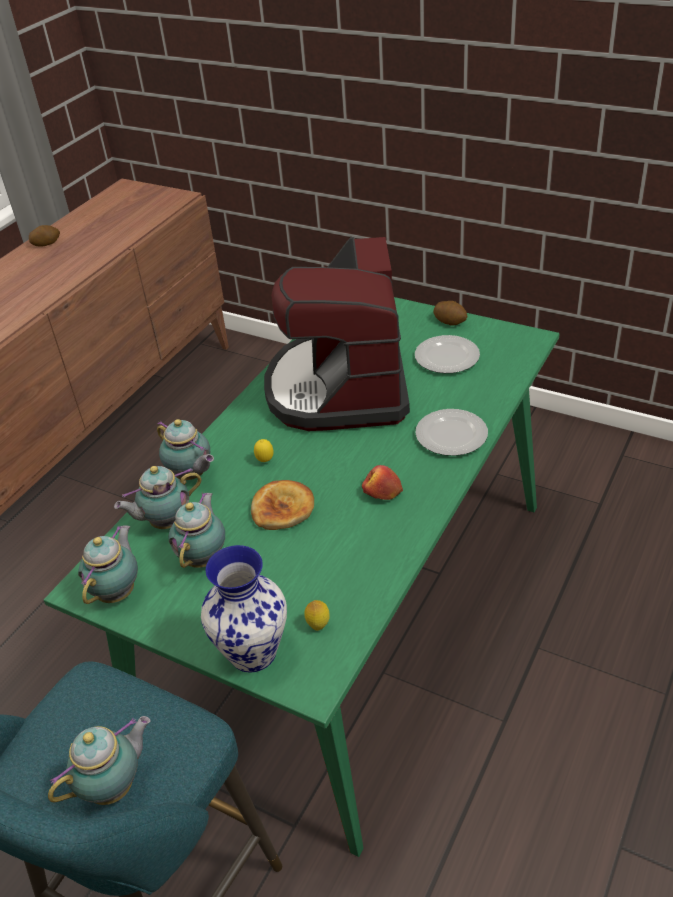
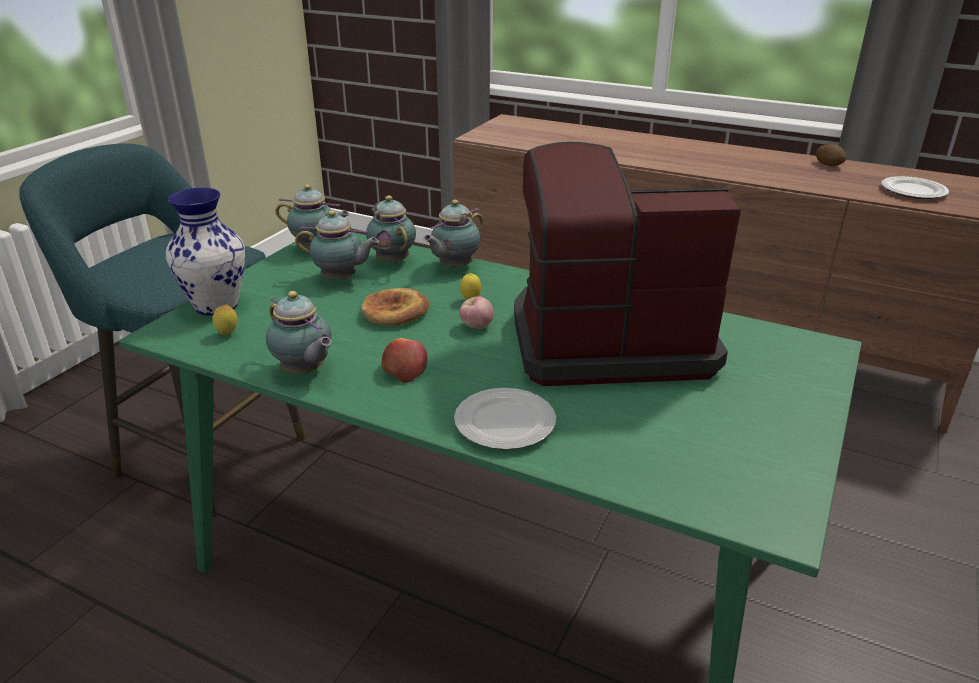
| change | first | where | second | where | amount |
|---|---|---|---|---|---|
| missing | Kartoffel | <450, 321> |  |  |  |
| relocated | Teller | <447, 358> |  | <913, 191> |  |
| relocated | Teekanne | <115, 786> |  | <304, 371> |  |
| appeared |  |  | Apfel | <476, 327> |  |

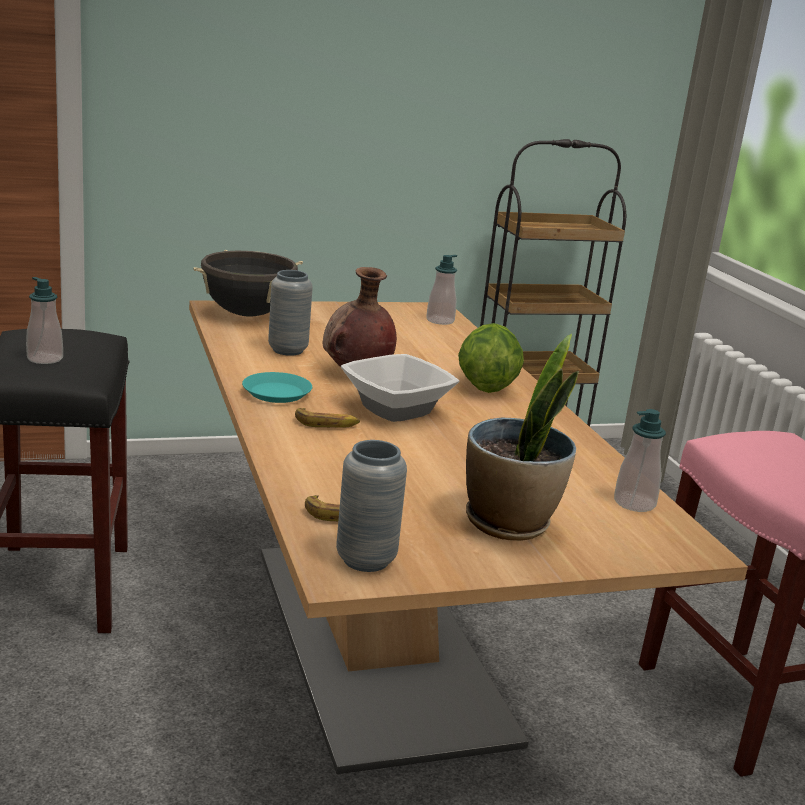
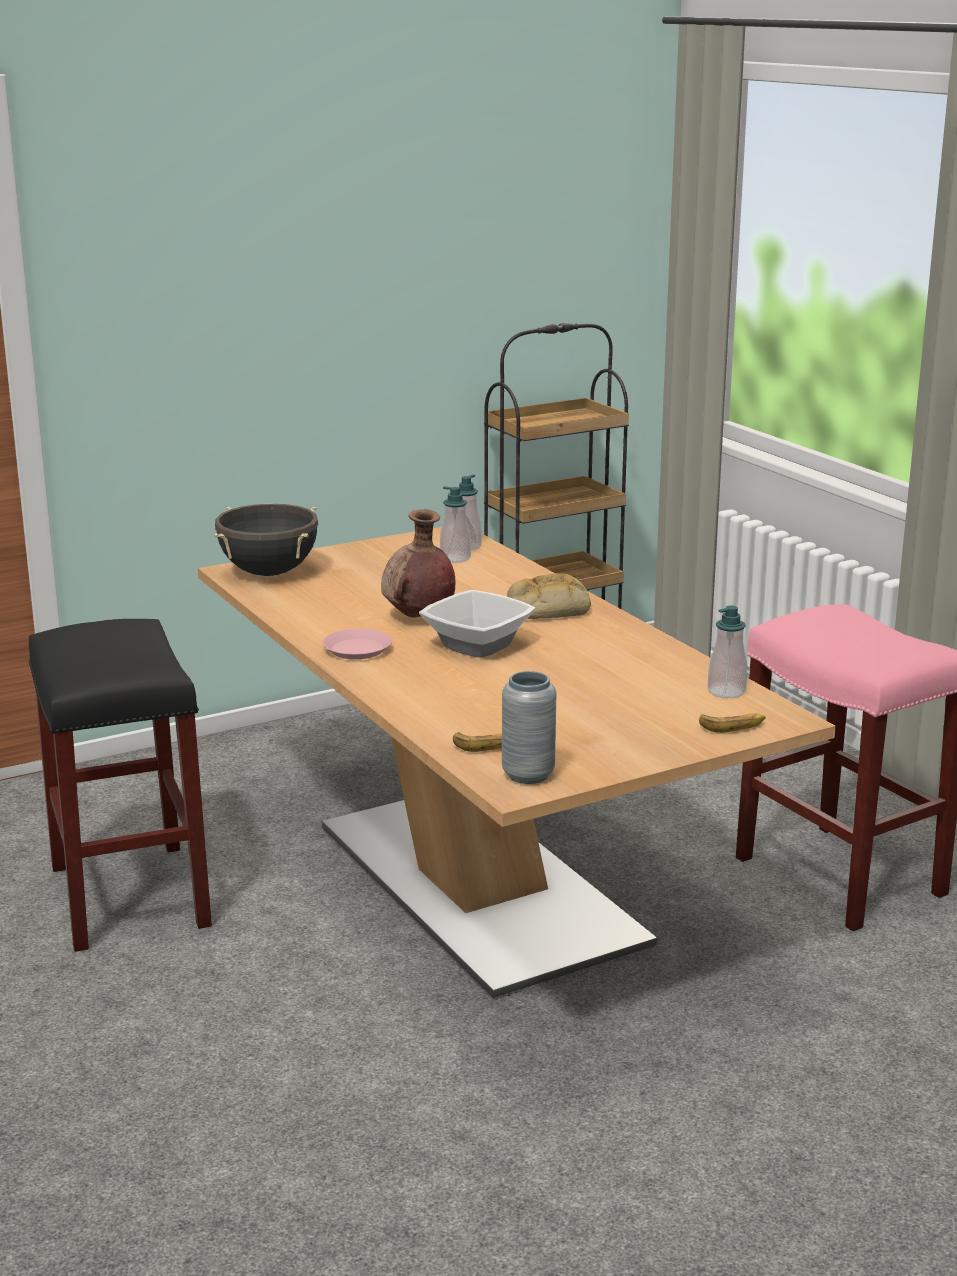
| change | first | where | second | where | amount |
|---|---|---|---|---|---|
| missing | Vase (grau) | <288, 350> |  |  |  |
| relocated | Seifenspender | <45, 359> |  | <455, 558> |  |
| exchanged | Salatkopf | <485, 386> | Brot | <547, 608> |  |
| missing | Topfpflanze | <509, 523> |  |  |  |
| colour | Teller (türkis) | <276, 393> | Teller (rosa) | <357, 649> |  |
| relocated | Banane | <326, 423> |  | <732, 726> |  |

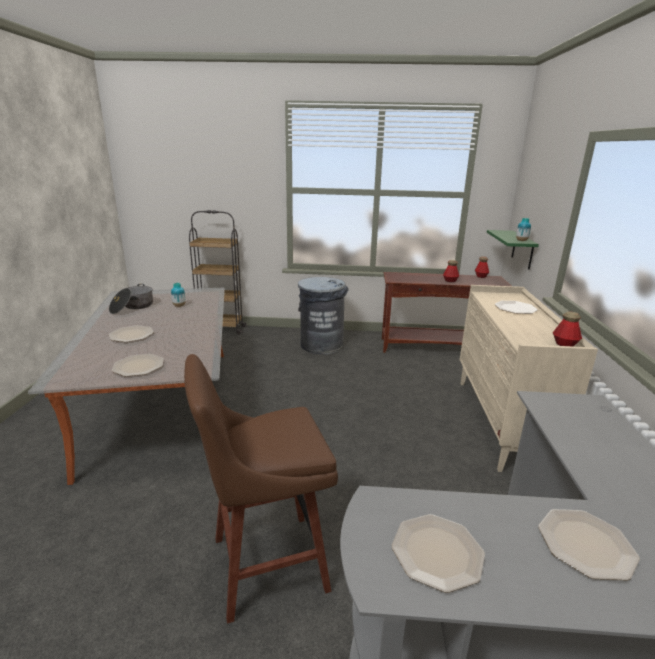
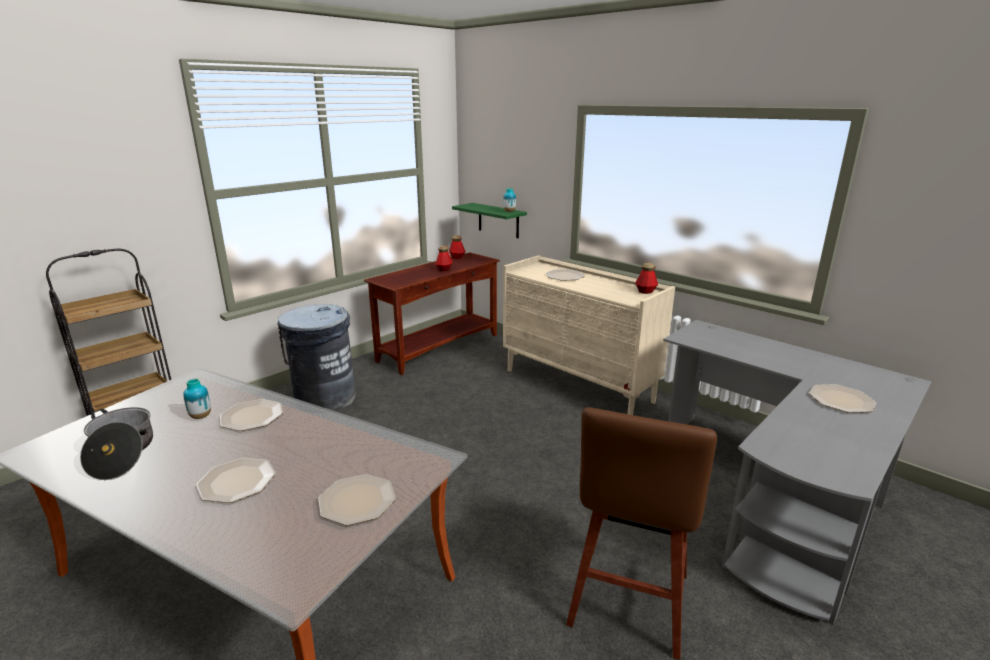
| change | first | where | second | where | amount |
|---|---|---|---|---|---|
| relocated | Teller | <436, 552> |  | <251, 416> |  |

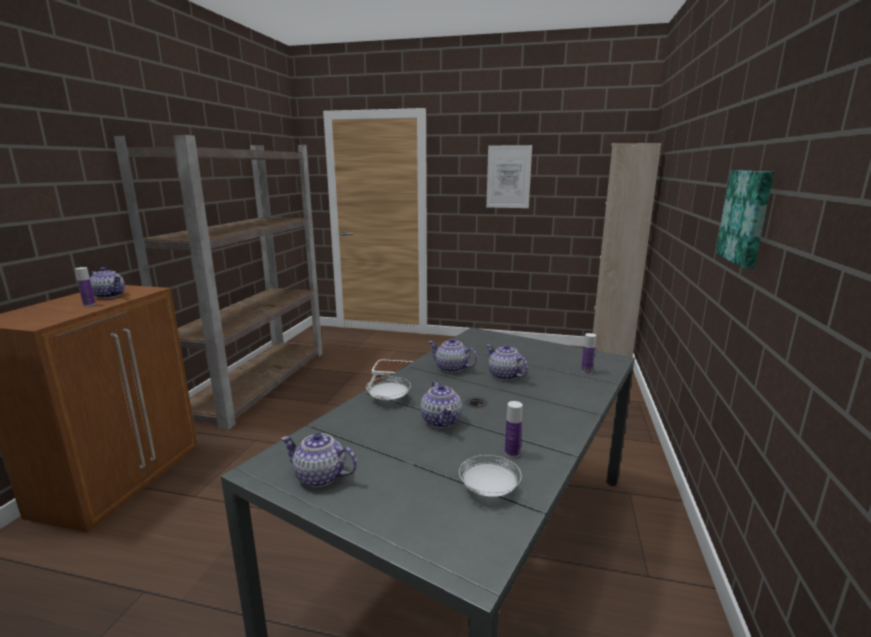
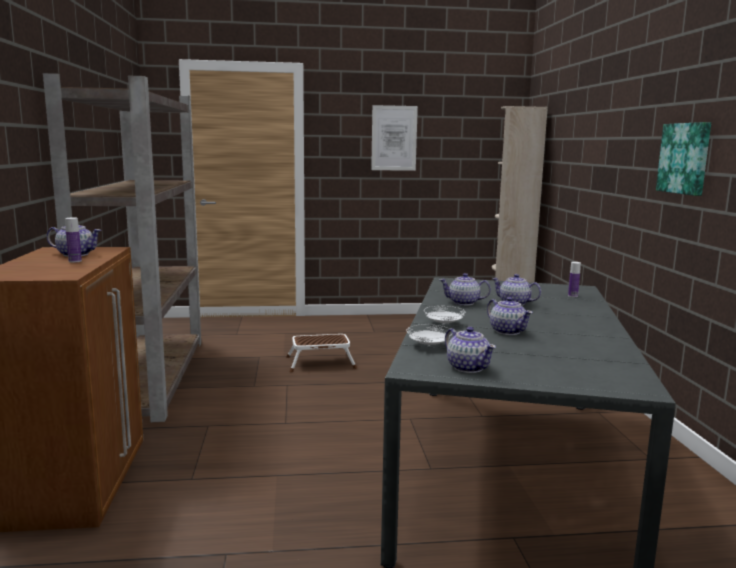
| change | first | where | second | where | amount |
|---|---|---|---|---|---|
| missing | Flasche | <512, 453> |  |  |  |
| spun | Teekanne | <320, 477> |  | <468, 367> | 120 degrees counterclockwise |
| relocated | Teller (weiß) | <489, 490> |  | <429, 345> |  |

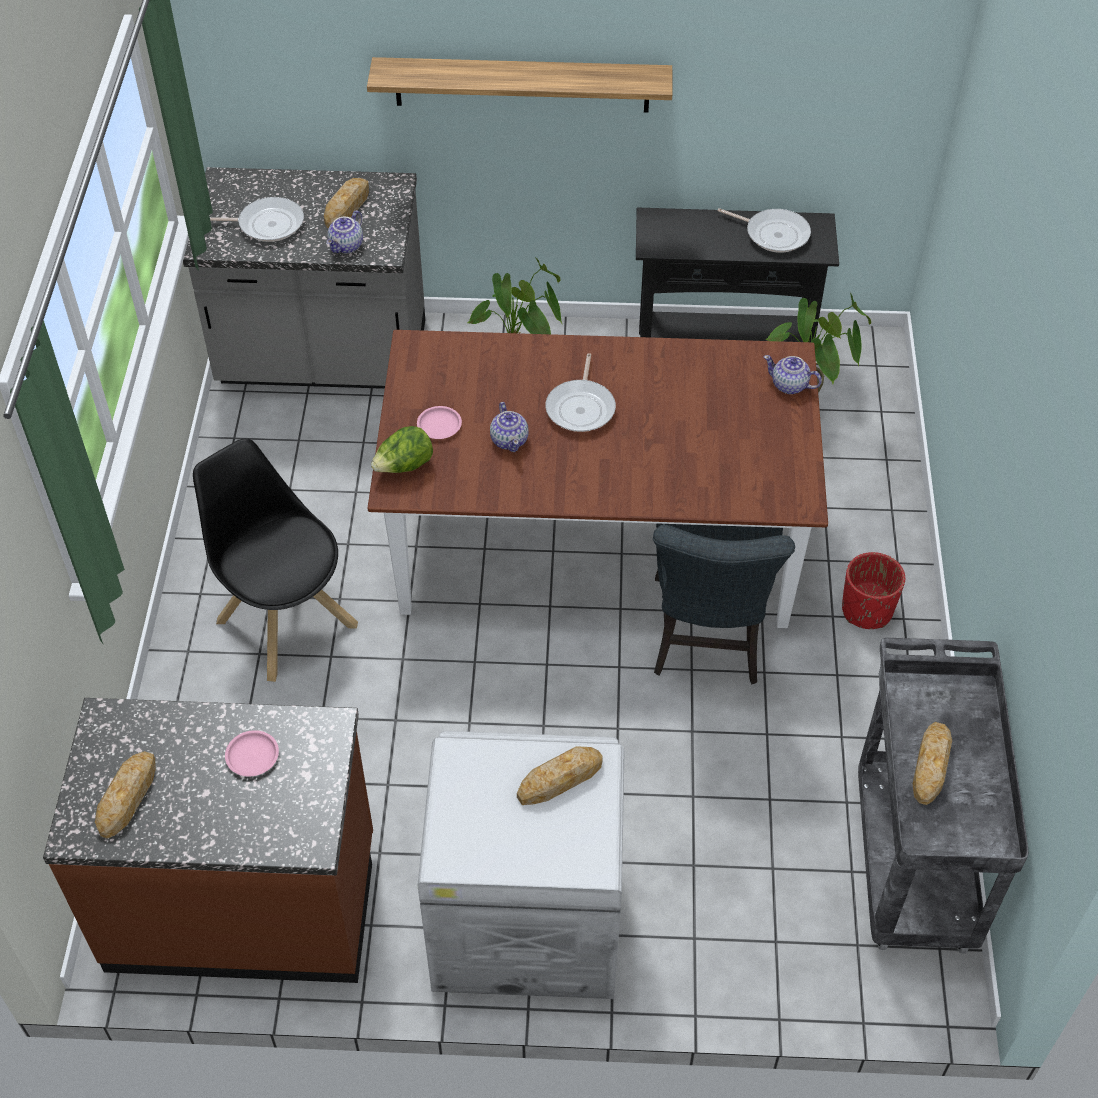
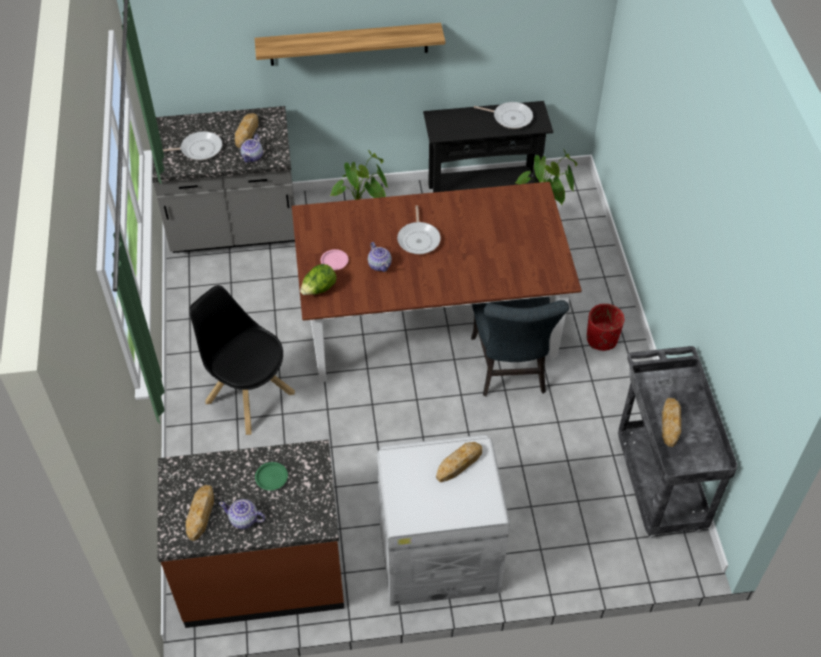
| change | first | where | second | where | amount |
|---|---|---|---|---|---|
| relocated | Teekanne | <790, 385> |  | <244, 519> |  |
| colour | Teller (rosa) | <252, 756> | Teller (grün) | <271, 478> |  |

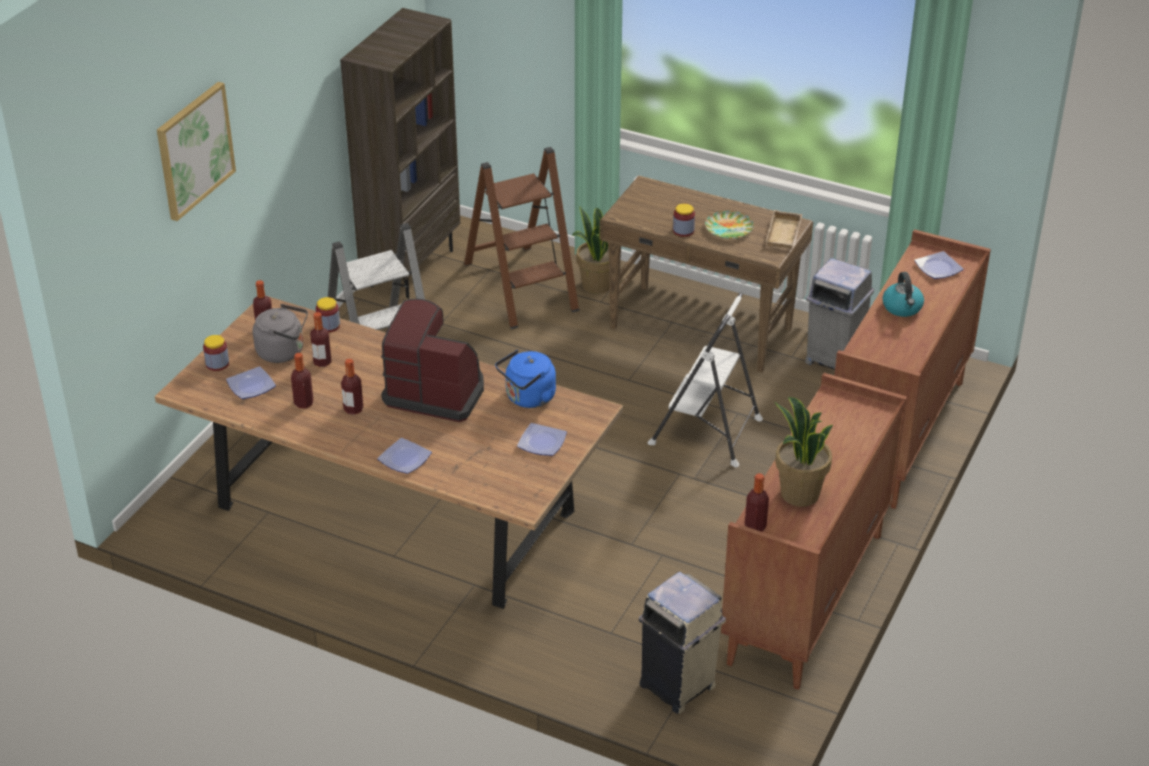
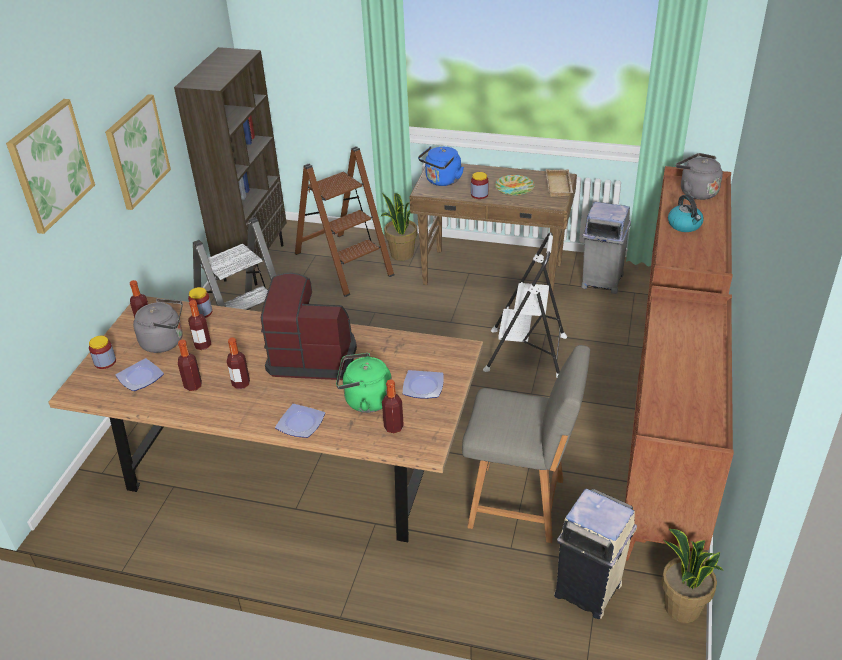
| change | first | where | second | where | amount |
|---|---|---|---|---|---|
| exchanged | Teller | <938, 268> | Wasserkessel (grau) | <696, 192> |  |
| relocated | Wasserkessel (blau) | <528, 398> |  | <442, 181> |  |
| relocated | Topfpflanze | <799, 494> |  | <681, 608> |  |
| relocated | Flasche | <755, 526> |  | <393, 427> |  |
| appeared |  |  | Bild | <137, 151> |  |
| appeared |  |  | Stuhl (grau) | <521, 504> |  |
| appeared |  |  | Wasserkessel (grün) | <365, 400> |  |

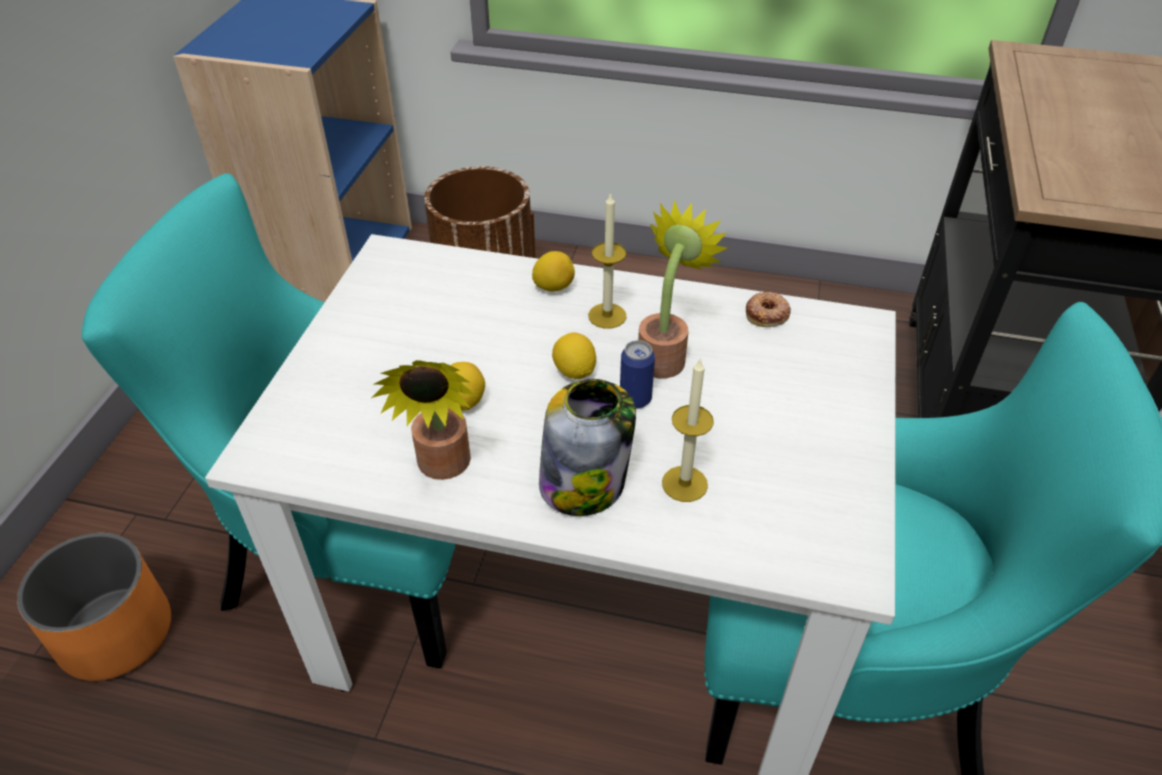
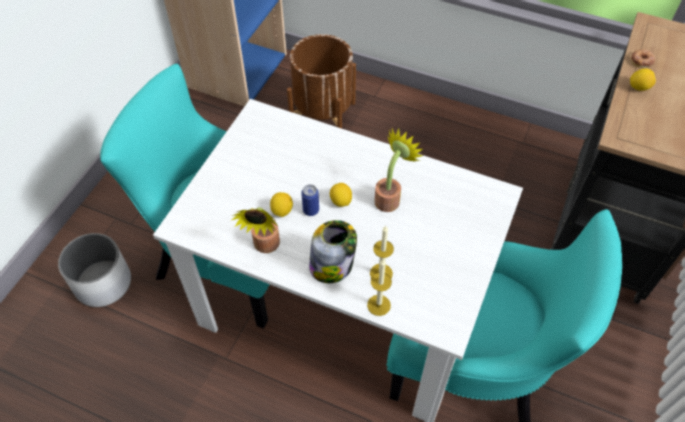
| change | first | where | second | where | amount |
|---|---|---|---|---|---|
| relocated | Kerze | <607, 316> |  | <379, 305> |  |
| relocated | Zitrone | <553, 287> |  | <639, 87> |  |
| relocated | Donut | <767, 314> |  | <642, 61> |  |
| relocated | Dose | <635, 399> |  | <311, 210> |  |
| colour | Pflanzkübel (orange) | <117, 633> | Pflanzkübel (weiß) | <104, 283> |  |

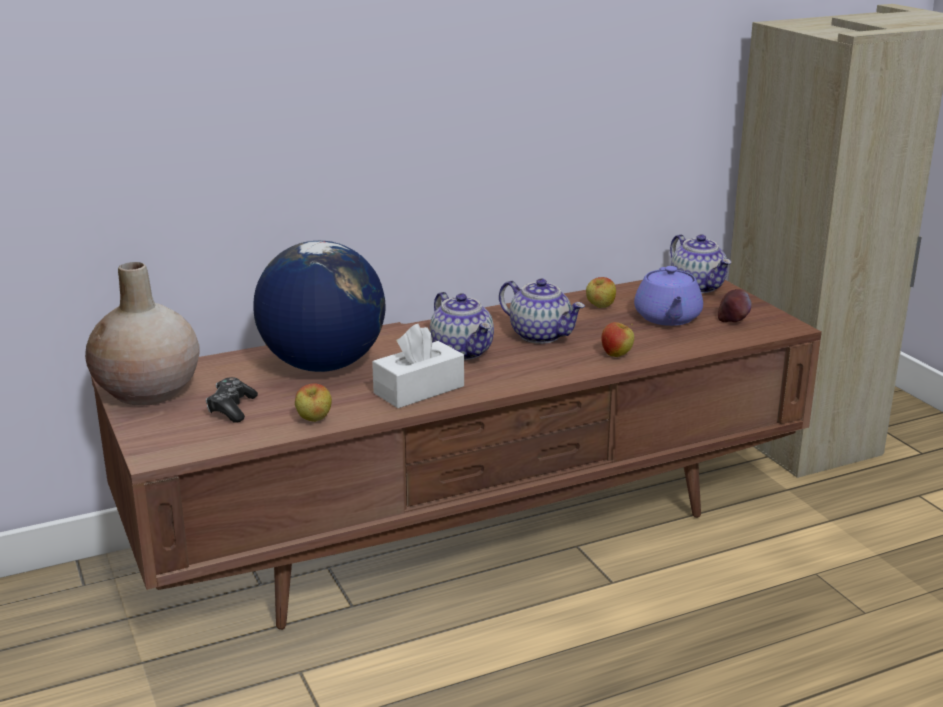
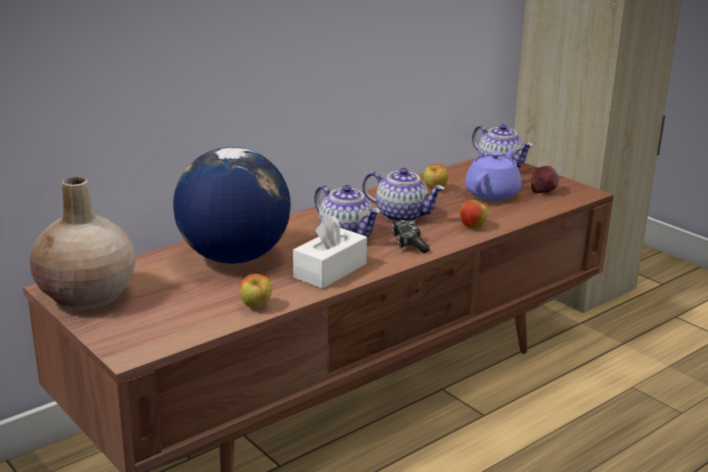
| change | first | where | second | where | amount |
|---|---|---|---|---|---|
| spun | Teekanne (lila) | <667, 318> |  | <493, 193> | 135 degrees counterclockwise |
| relocated | Gamepad | <231, 408> |  | <409, 243> |  |

